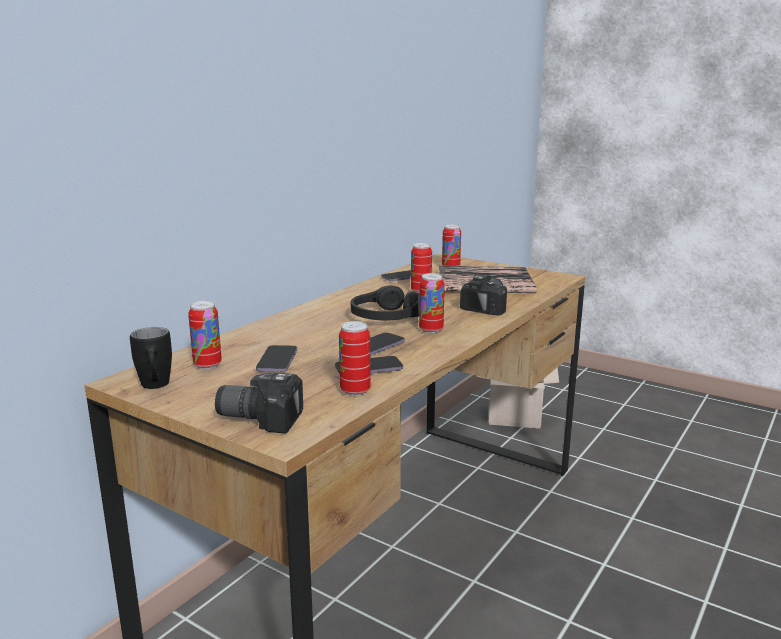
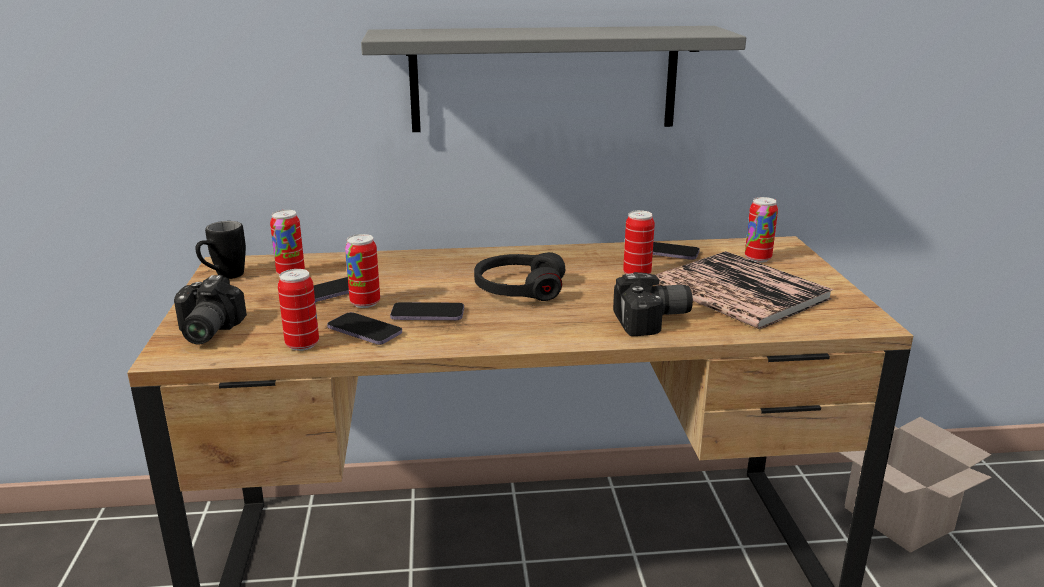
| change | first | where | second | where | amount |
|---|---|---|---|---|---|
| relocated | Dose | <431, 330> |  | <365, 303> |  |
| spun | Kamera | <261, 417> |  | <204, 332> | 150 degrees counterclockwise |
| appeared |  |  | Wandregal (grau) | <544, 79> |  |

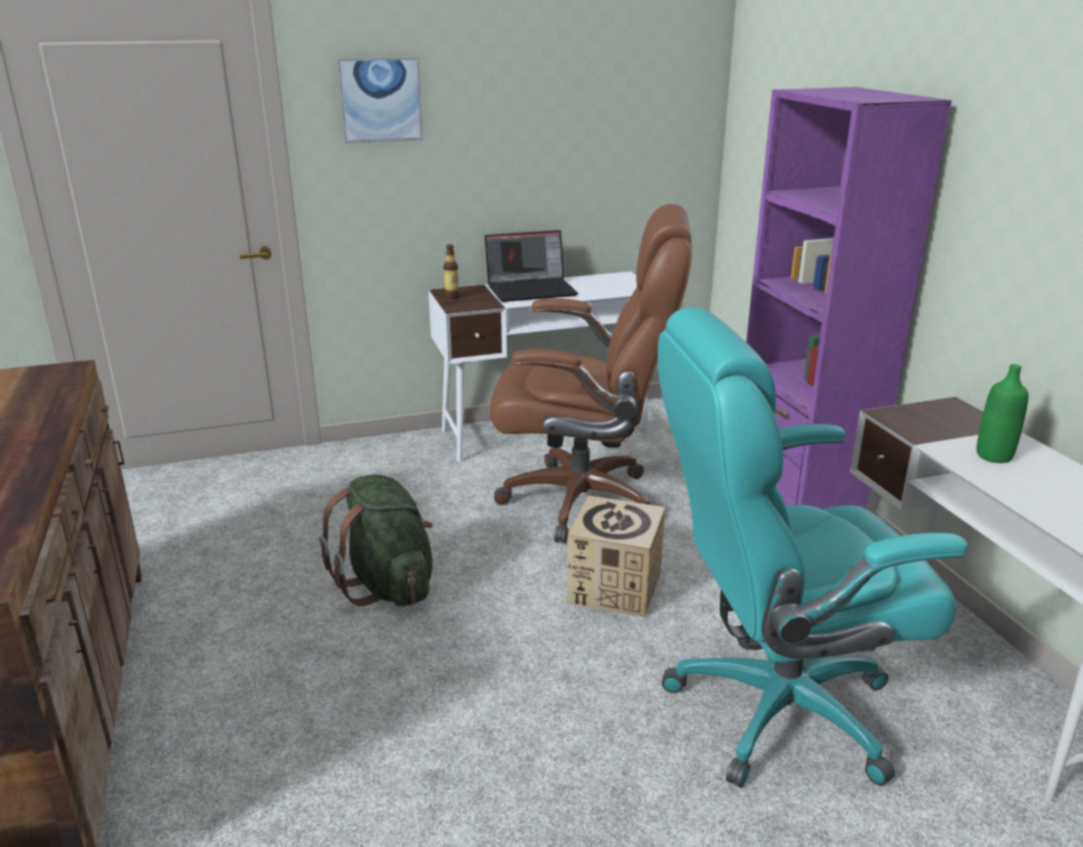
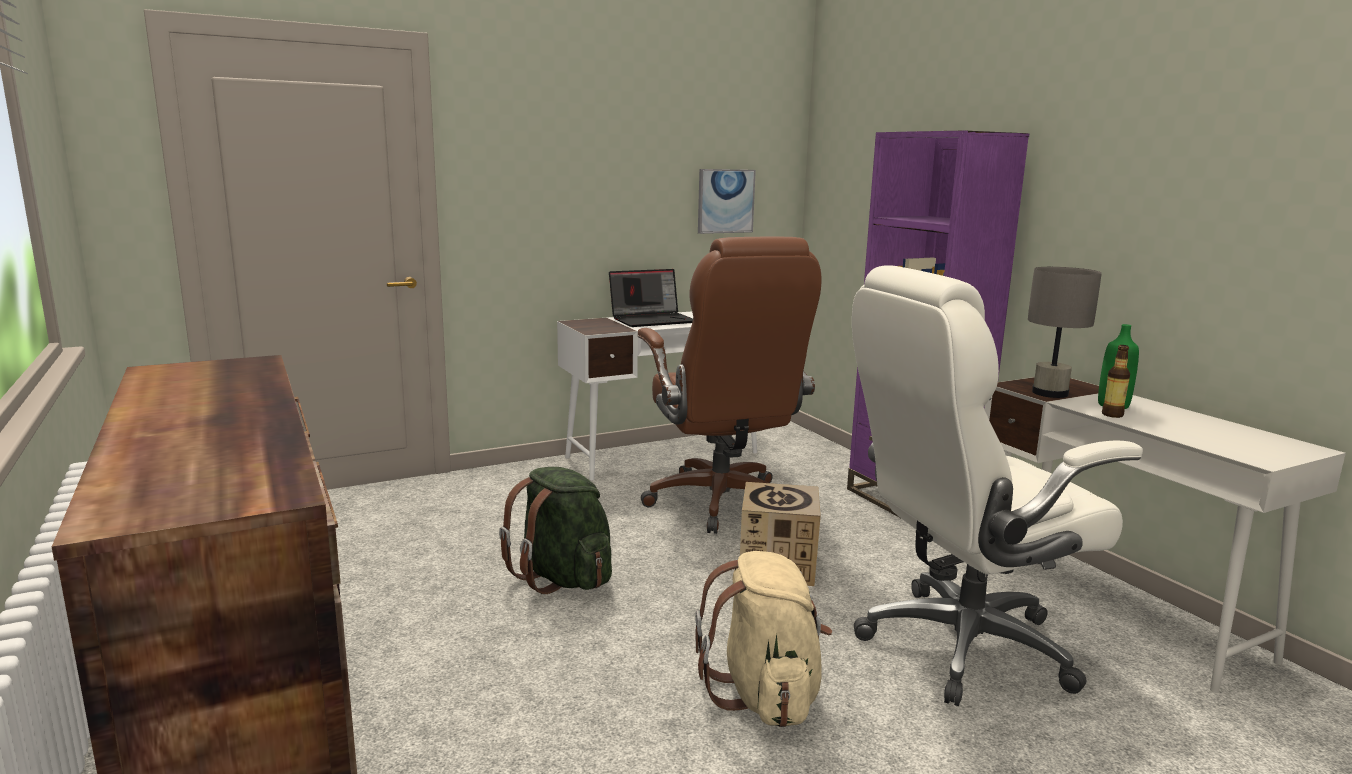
| change | first | where | second | where | amount |
|---|---|---|---|---|---|
| relocated | Bild | <380, 100> |  | <725, 201> |  |
| spun | Bürostuhl (braun) | <583, 501> |  | <720, 503> | 75 degrees clockwise |
| relocated | Flasche | <452, 297> |  | <1112, 415> |  |
| colour | Bürostuhl (türkis) | <775, 711> | Bürostuhl (weiß) | <961, 646> |  |
| appeared |  |  | Tischlampe (grau) | <1049, 393> |  |
| appeared |  |  | Rucksack (beige) | <765, 694> |  |

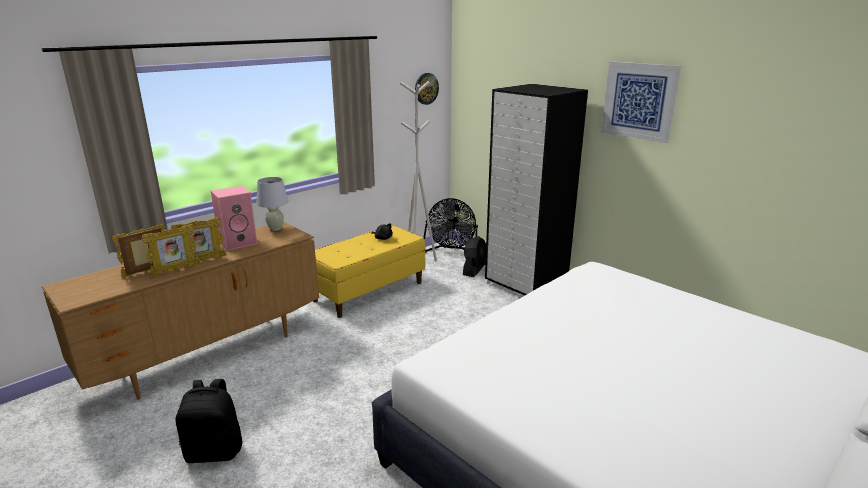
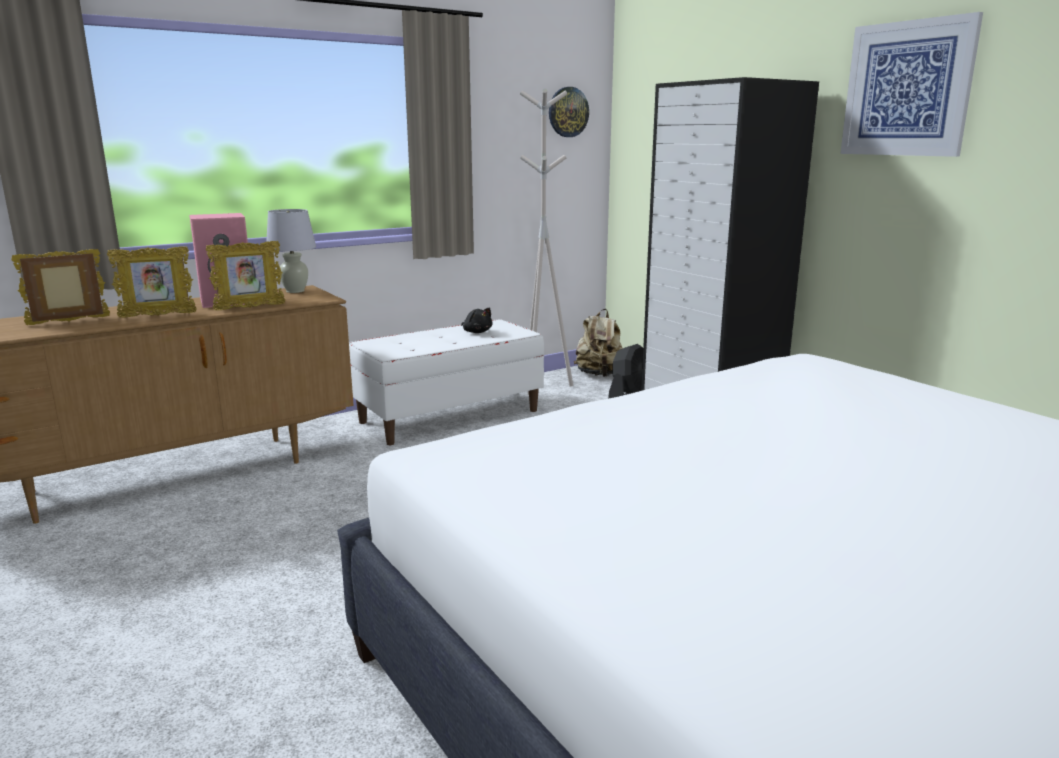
| change | first | where | second | where | amount |
|---|---|---|---|---|---|
| exchanged | Ventilator (schwarz) | <450, 251> | Rucksack (beige) | <599, 375> |  |
| relocated | Bilderrahmen | <175, 270> |  | <250, 307> |  |
| colour | Bank (gelb) | <368, 291> | Bank (weiß) | <450, 416> |  |
| missing | Rucksack (schwarz) | <215, 451> |  |  |  |

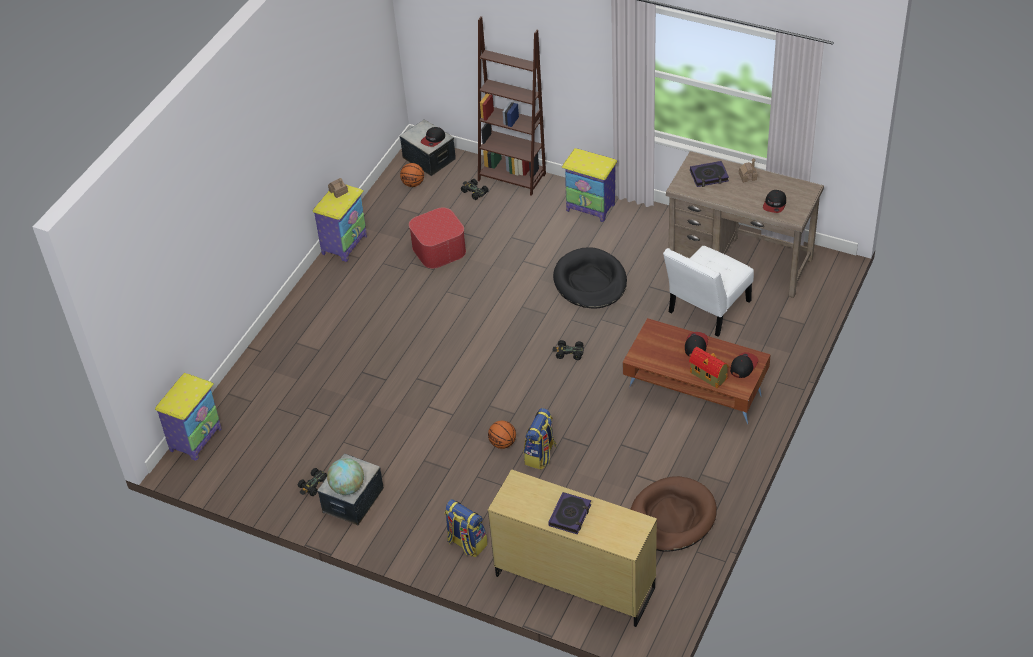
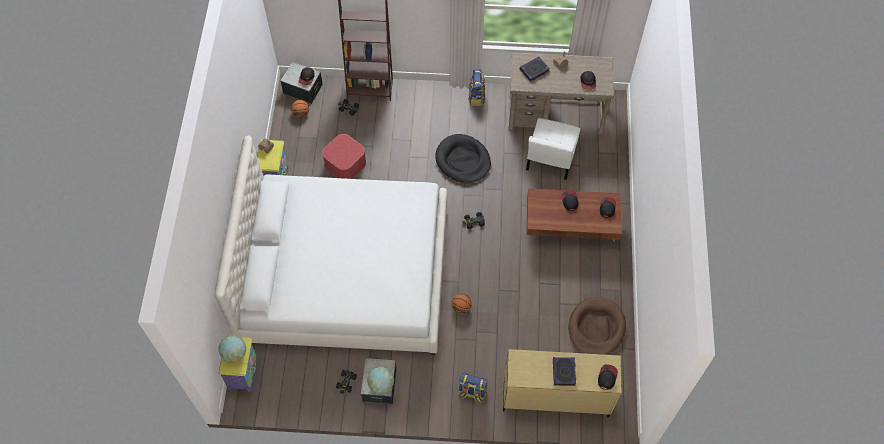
| change | first | where | second | where | amount |
|---|---|---|---|---|---|
| missing | Nachttisch | <591, 209> |  |  |  |
| missing | Spielzeughaus | <709, 376> |  |  |  |
| relocated | Rucksack | <540, 455> |  | <476, 97> |  |
| appeared |  |  | Bett (weiß) | <344, 273> |  |
| appeared |  |  | Globus | <234, 353> |  |
| appeared |  |  | Kappe | <607, 377> |  |

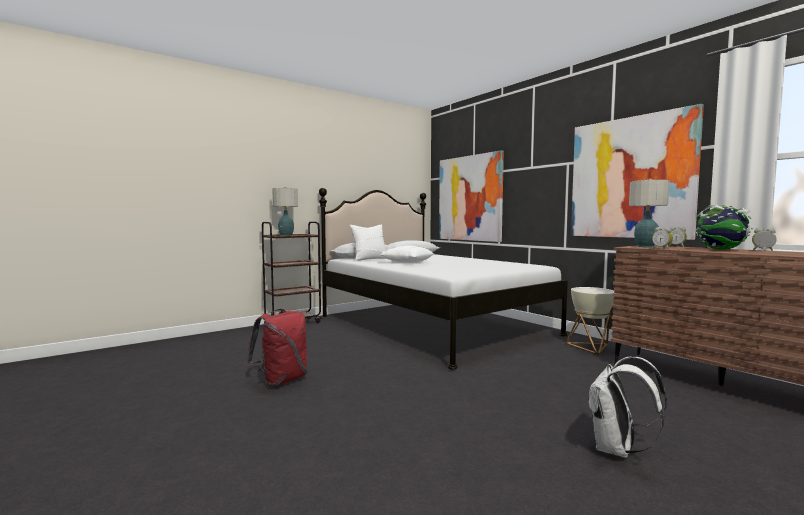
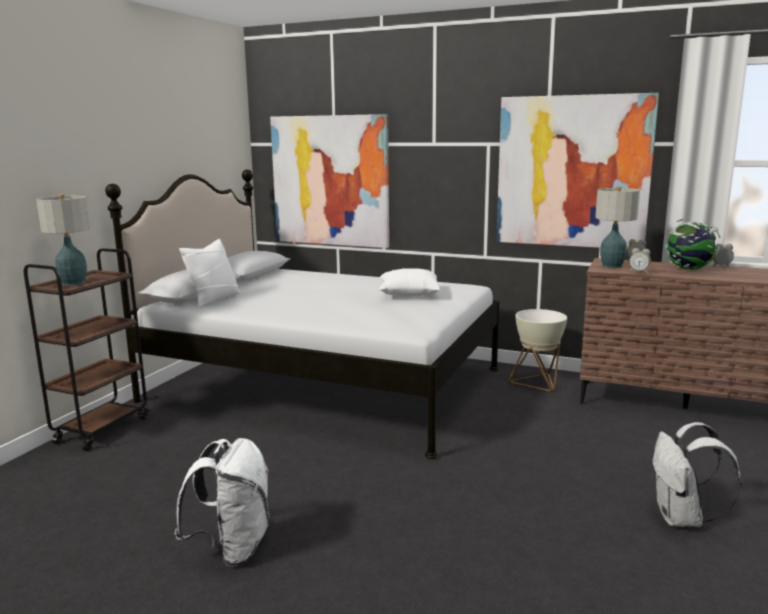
| change | first | where | second | where | amount |
|---|---|---|---|---|---|
| relocated | Kissen (weiß) | <407, 262> |  | <408, 294> |  |
| colour | Rucksack (rot) | <281, 380> | Rucksack (weiß) | <232, 548> |  |

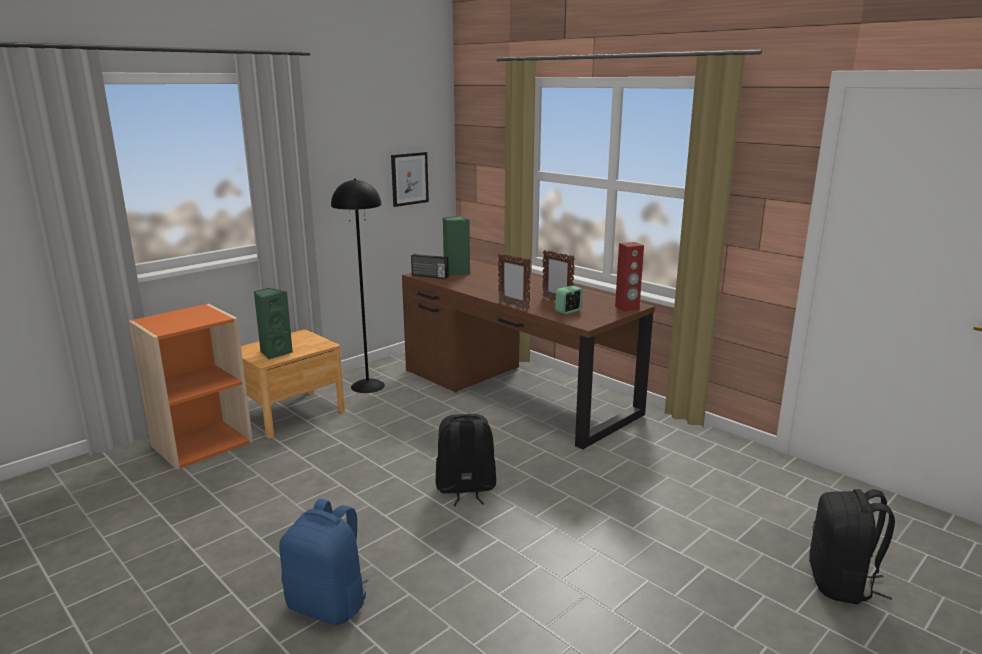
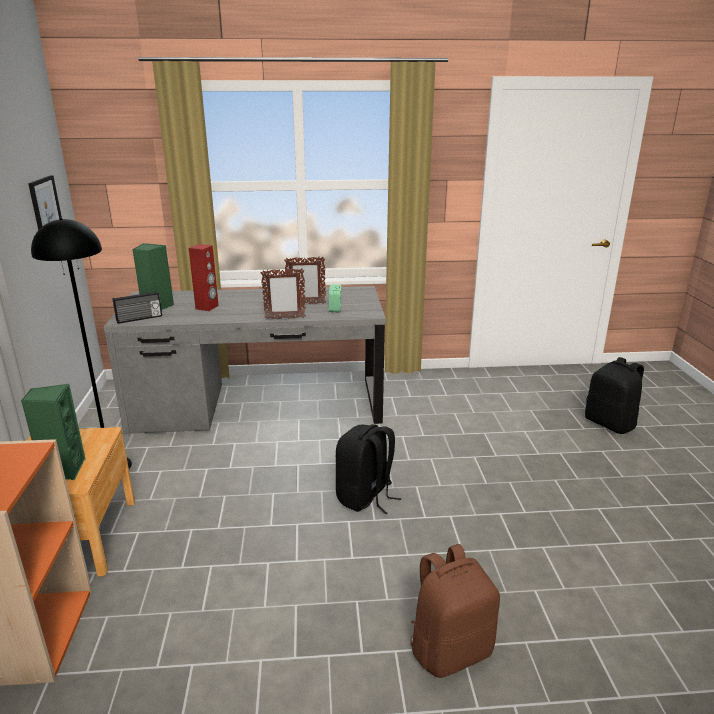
| change | first | where | second | where | amount |
|---|---|---|---|---|---|
| relocated | Lautsprecher (rot) | <627, 308> |  | <207, 307> |  |
| colour | Schreibtisch (braun) | <517, 392> | Schreibtisch (grau) | <258, 405> |  |
| colour | Rucksack (blau) | <329, 604> | Rucksack (braun) | <450, 649> |  |

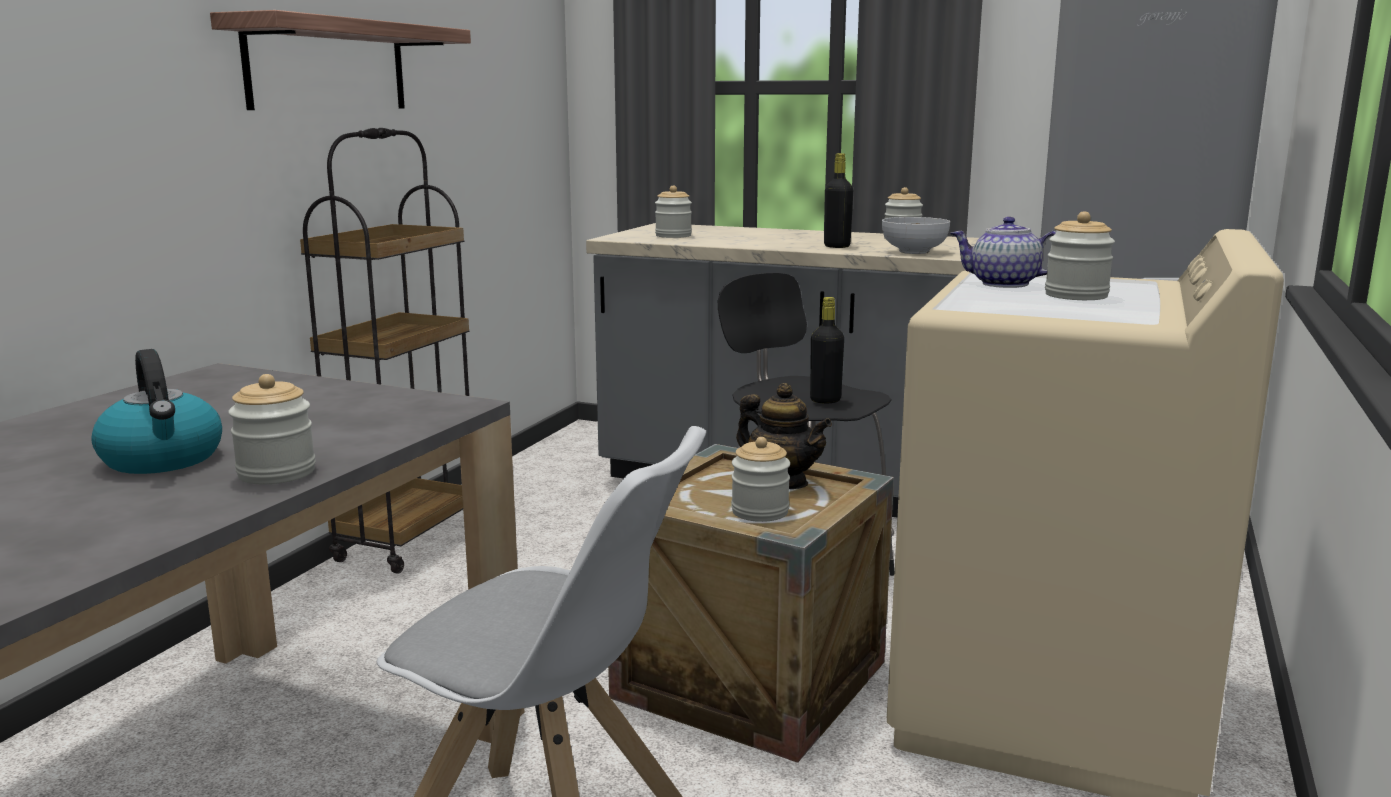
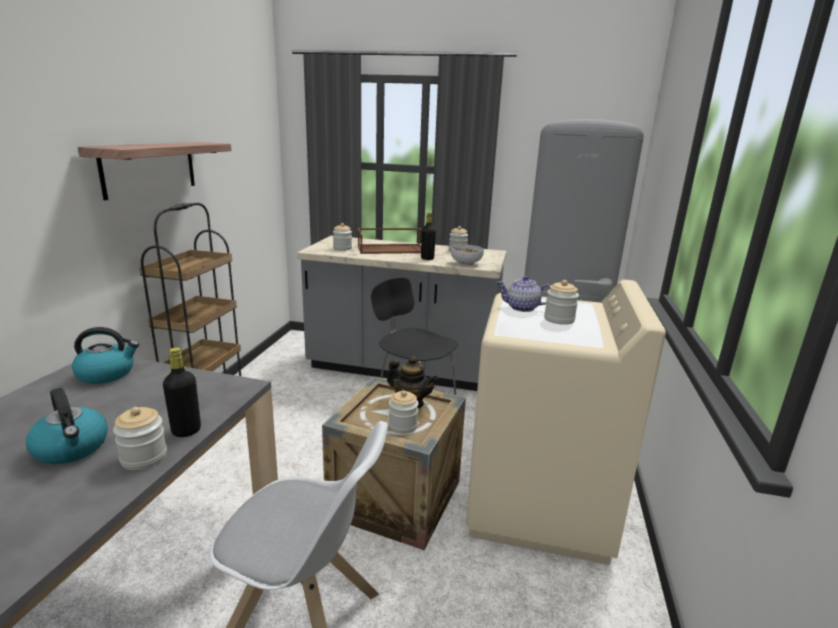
| change | first | where | second | where | amount |
|---|---|---|---|---|---|
| relocated | Flasche (schwarz) | <825, 400> |  | <186, 431> |  |
| appeared |  |  | Tablett (braun) | <392, 249> |  |
| appeared |  |  | Wasserkessel | <107, 374> |  |

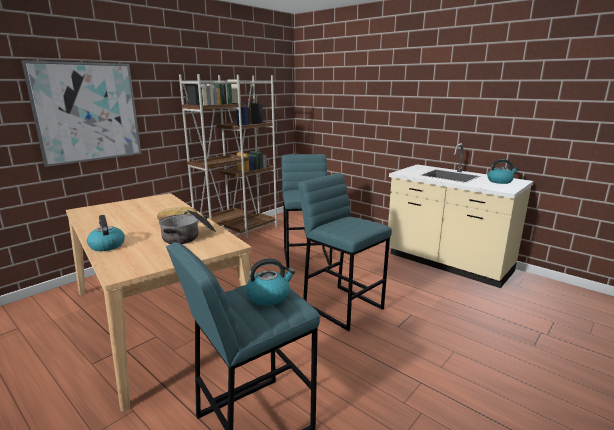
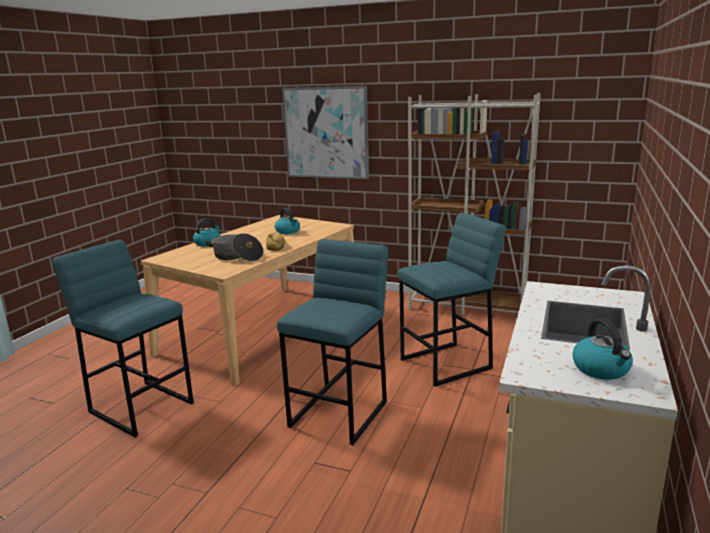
| change | first | where | second | where | amount |
|---|---|---|---|---|---|
| relocated | Wasserkessel | <269, 296> |  | <288, 231> |  |

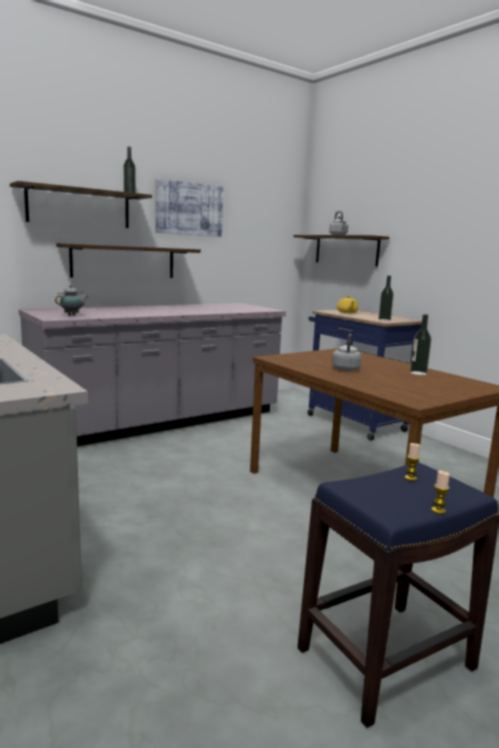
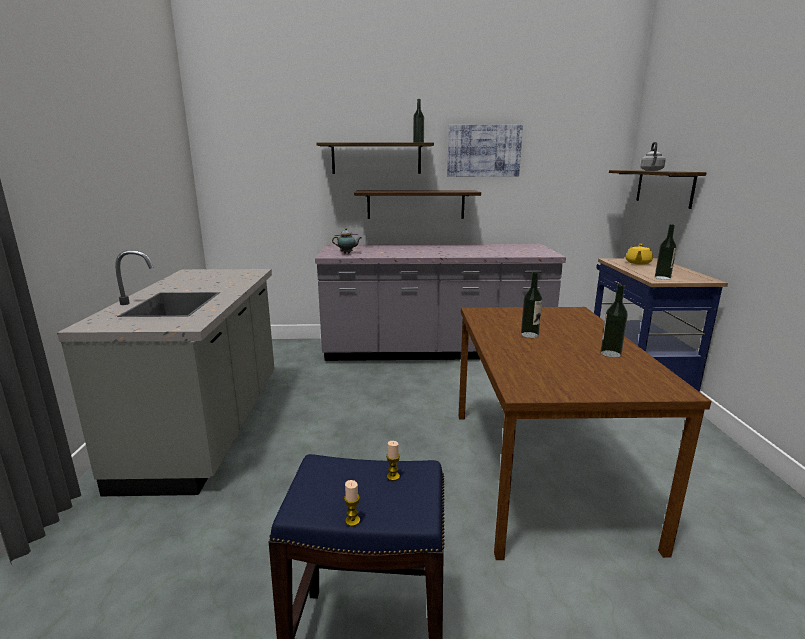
| change | first | where | second | where | amount |
|---|---|---|---|---|---|
| exchanged | Wasserkessel (grau) | <346, 369> | Flasche | <529, 335> |  |

